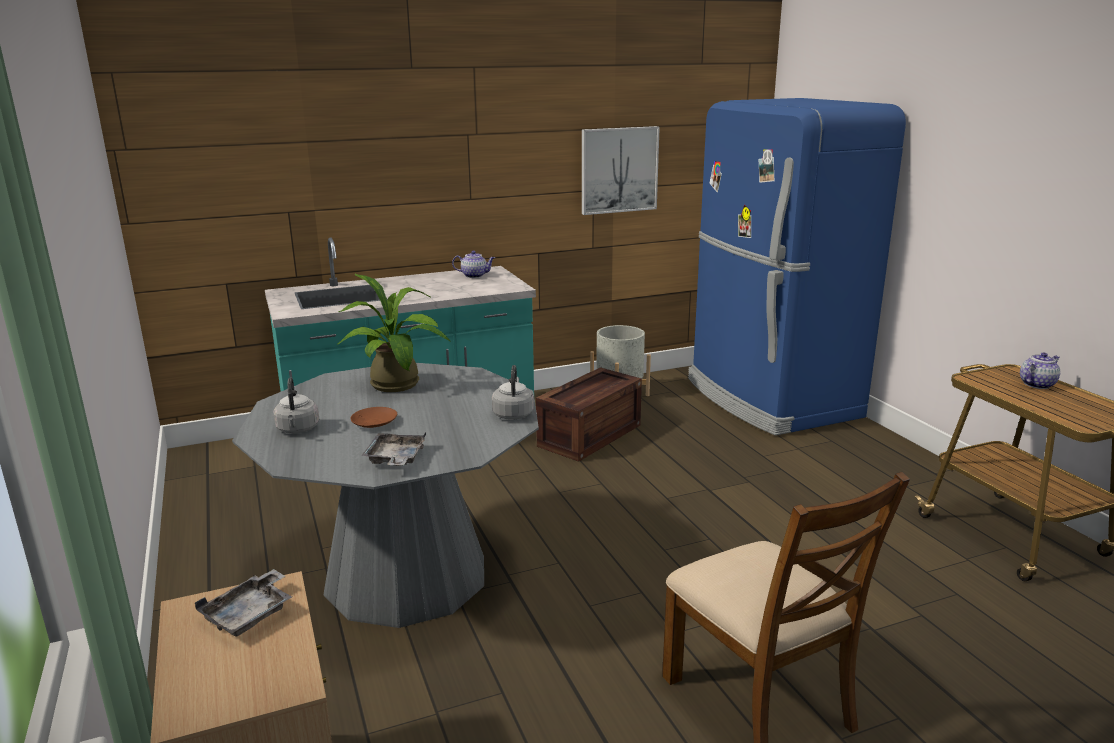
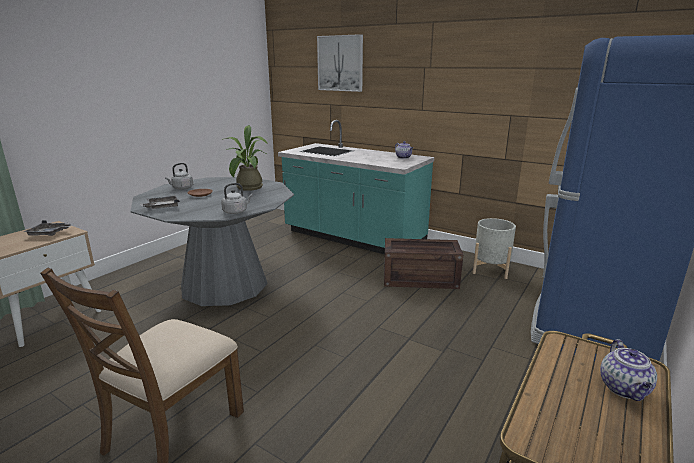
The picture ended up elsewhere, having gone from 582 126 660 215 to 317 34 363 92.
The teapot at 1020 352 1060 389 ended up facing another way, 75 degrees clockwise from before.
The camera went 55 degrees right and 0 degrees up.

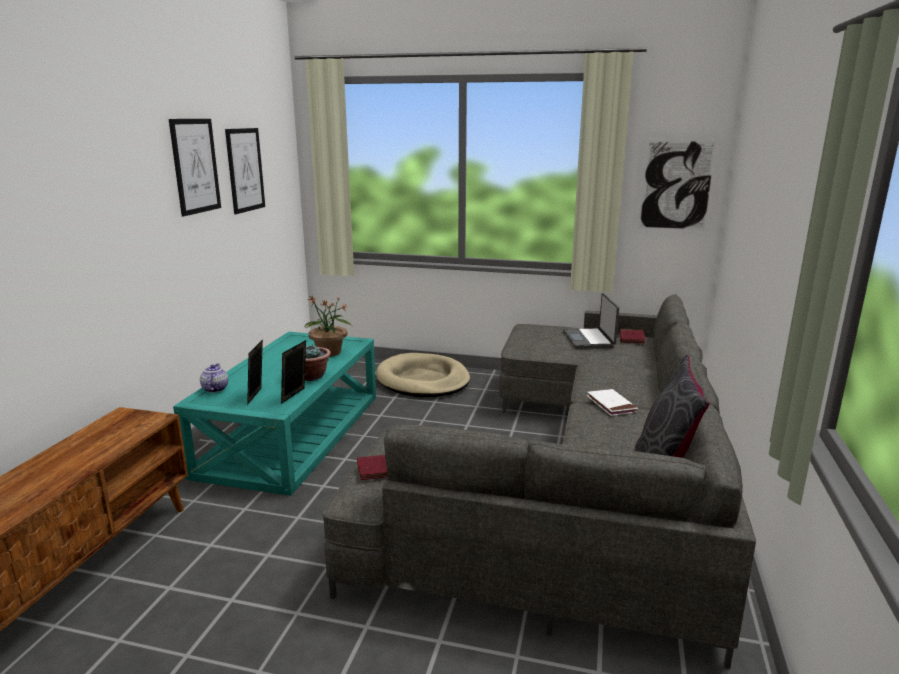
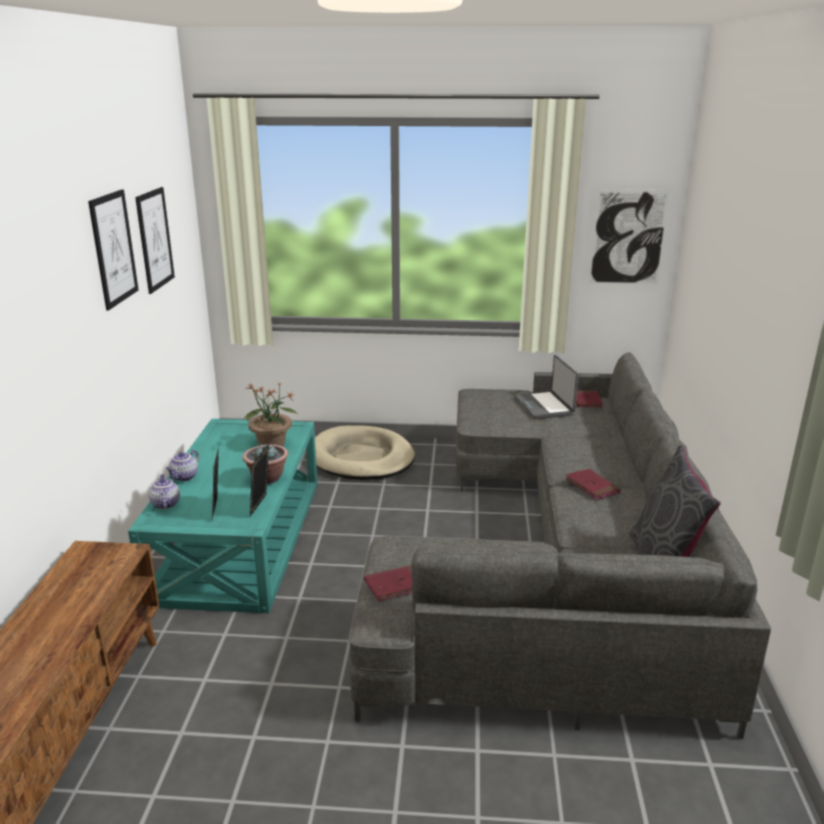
The second view gained the teapot at 166 450 199 481.
What was the book/white at 587 389 638 416 turned into the book/red at 566 469 621 500.
The camera went 10 degrees left and 5 degrees up.

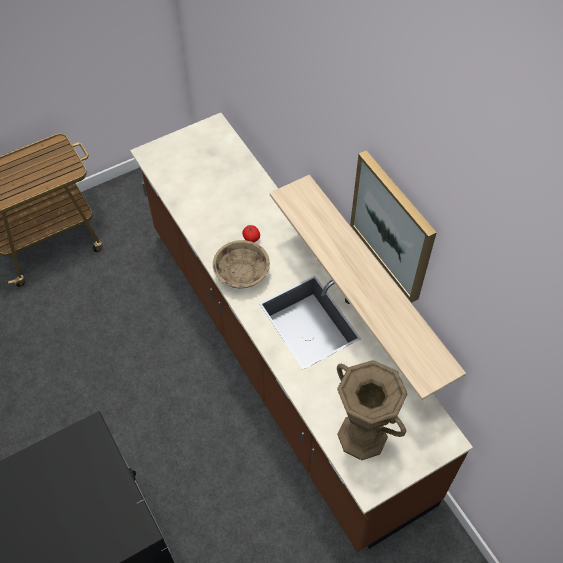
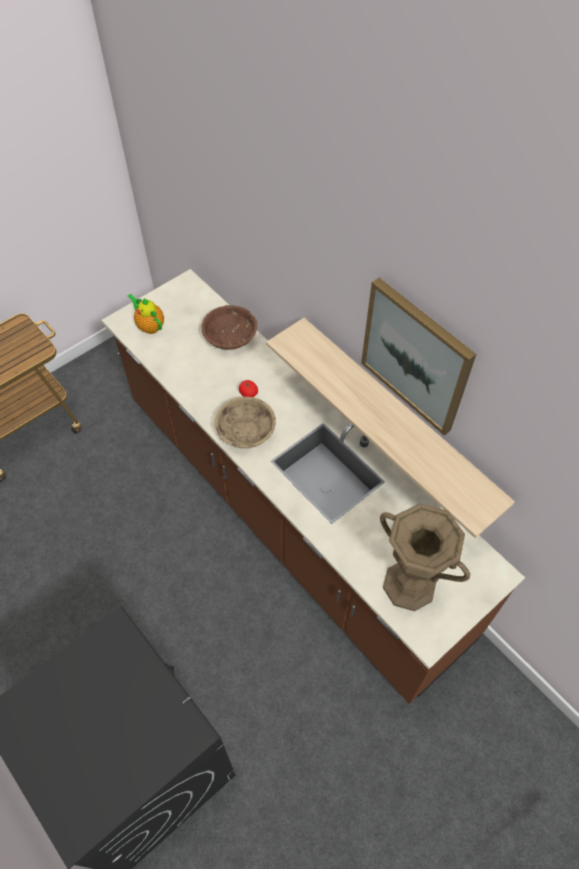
The second view gained the teapot at 128 294 164 334.
The second view gained the bowl/brown at 201 305 257 350.
The camera went 10 degrees left and 0 degrees up.

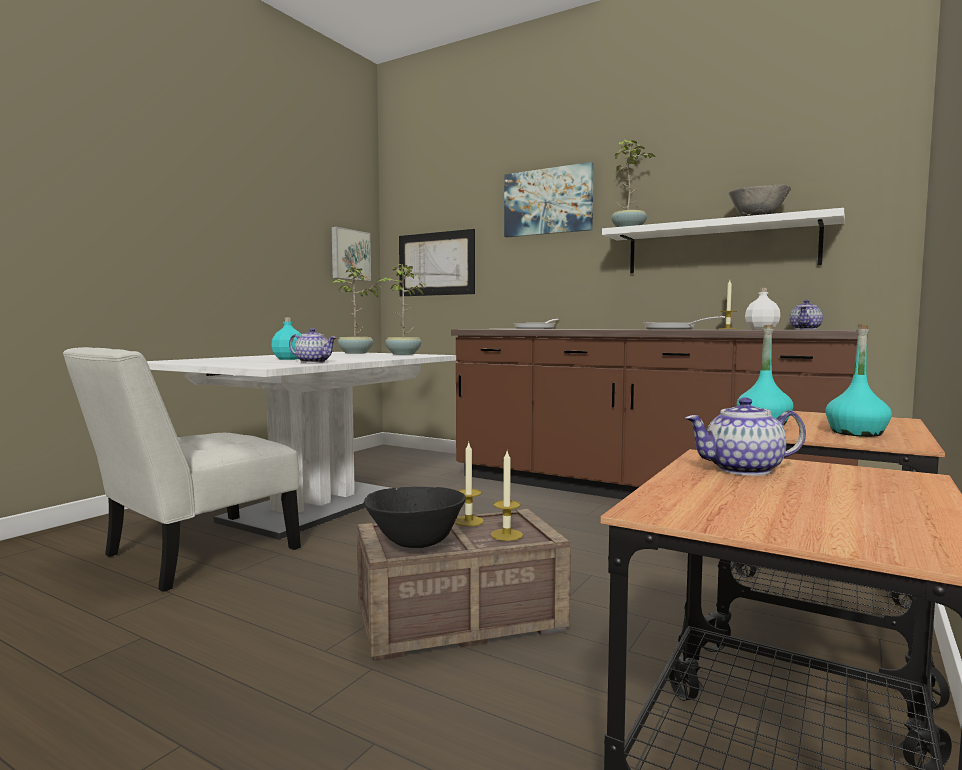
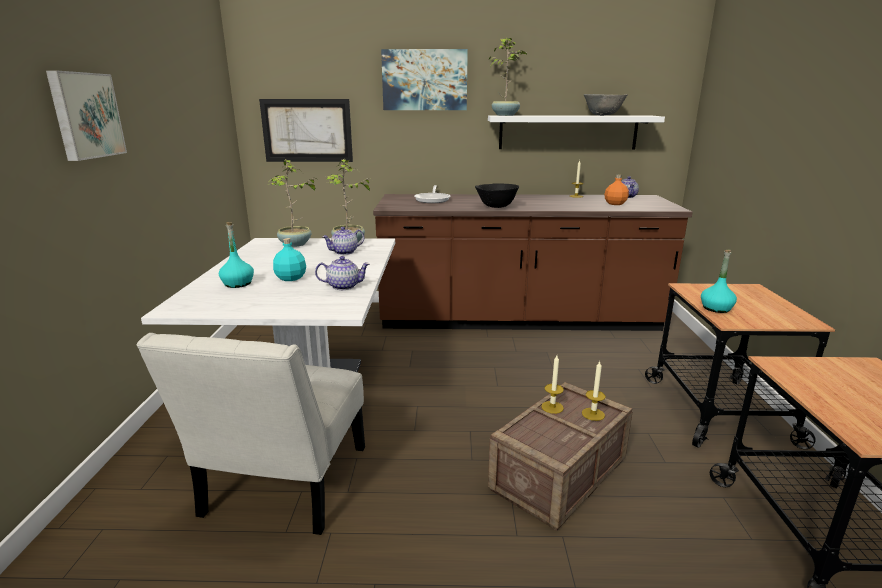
The picture ended up elsewhere, having gone from 332 227 371 281 to 46 70 127 161.
The bottle/turquoise ended up elsewhere, having gone from 825 324 892 437 to 219 222 254 288.
The teapot ended up elsewhere, having gone from 685 398 806 476 to 322 227 364 255.
The bowl/black ended up elsewhere, having gone from 364 487 466 548 to 475 184 520 208.
What was the bottle/white at 745 288 780 329 turned into the bottle/orange at 604 175 629 205.
The second view lost the frying pan at 643 316 725 329.
The camera went 30 degrees left and 15 degrees up.

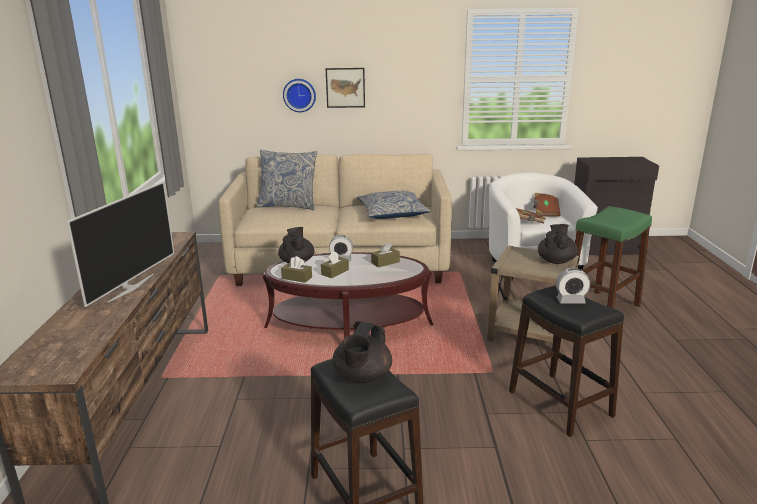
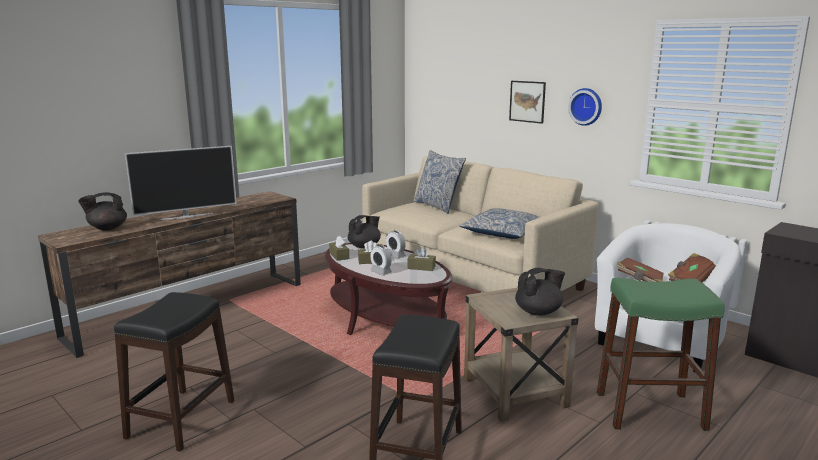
The teapot/black ended up elsewhere, having gone from 332 321 392 383 to 78 192 127 230.
The alarm clock ended up elsewhere, having gone from 556 268 590 304 to 370 245 392 275.
The wall clock ended up elsewhere, having gone from 283 79 316 112 to 568 88 602 126.
The camera went 45 degrees right and 5 degrees down.

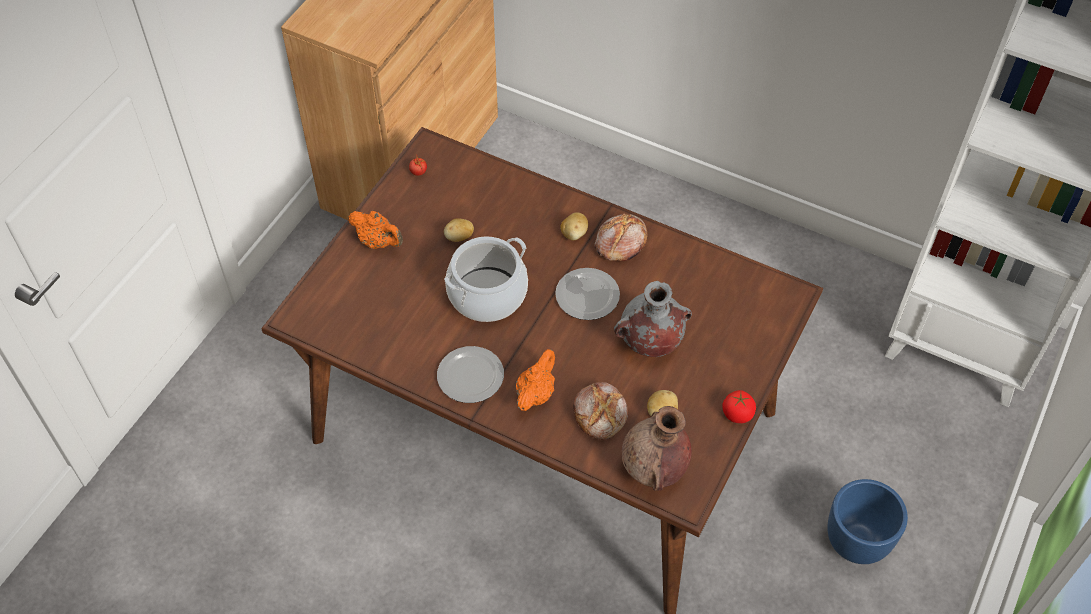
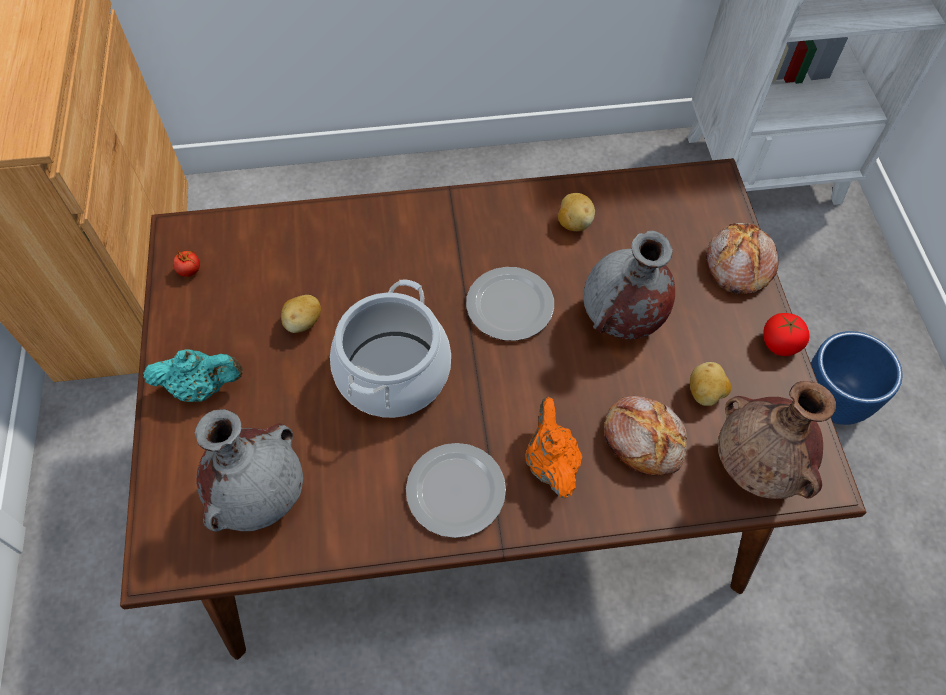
What was the teapot/orange at 348 211 403 249 turned into the teapot/turquoise at 143 349 243 402.
The second view gained the vase/grey at 195 409 303 531.
The potato ended up elsewhere, having gone from 560 212 588 240 to 558 193 595 231.
The bread ended up elsewhere, having gone from 594 214 648 261 to 706 223 779 294.
The camera went 35 degrees left and 5 degrees up.

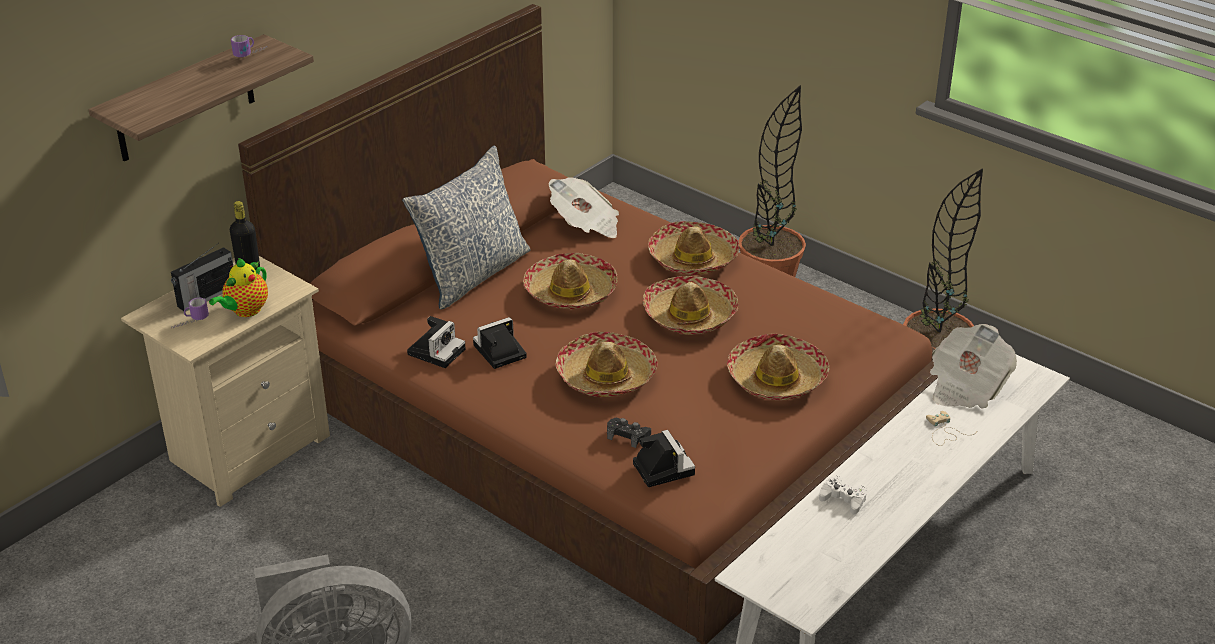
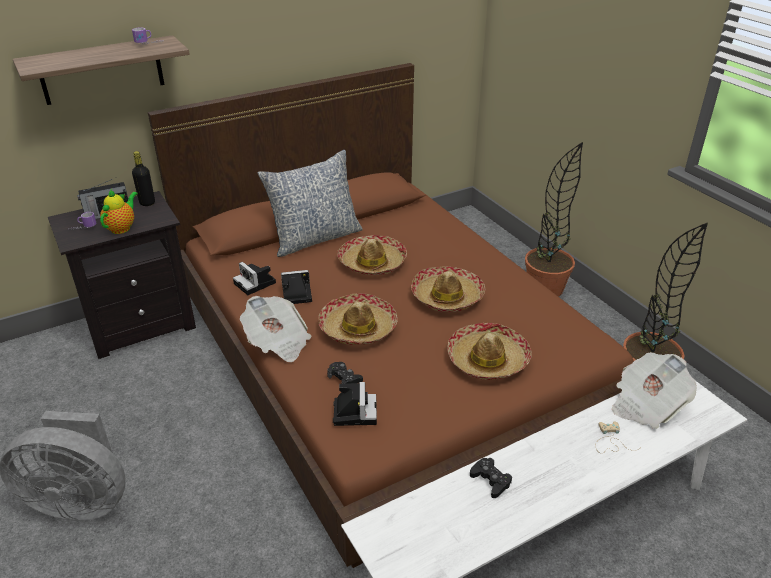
What was the nightstand/beige at 121 256 330 507 turned into the nightstand/black at 48 191 196 359.
The teapot at 209 258 268 317 ended up facing another way, 150 degrees clockwise from before.
The photo camera at 407 316 465 368 ended up facing another way, 90 degrees clockwise from before.
The newspaper ended up elsewhere, having gone from 549 177 619 238 to 240 296 311 362.
What was the game controller/white at 819 476 867 515 turned into the game controller/black at 470 458 512 498.
The second view lost the hat at 648 221 740 275.
The camera went 20 degrees right and 0 degrees up.

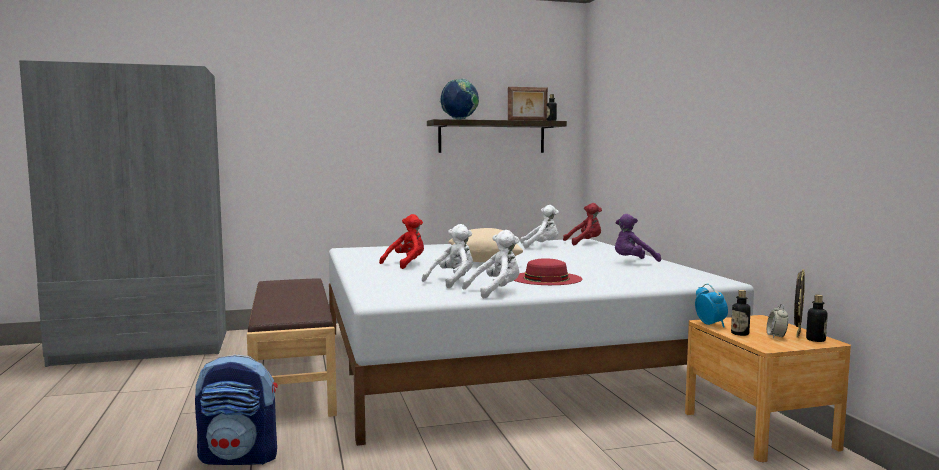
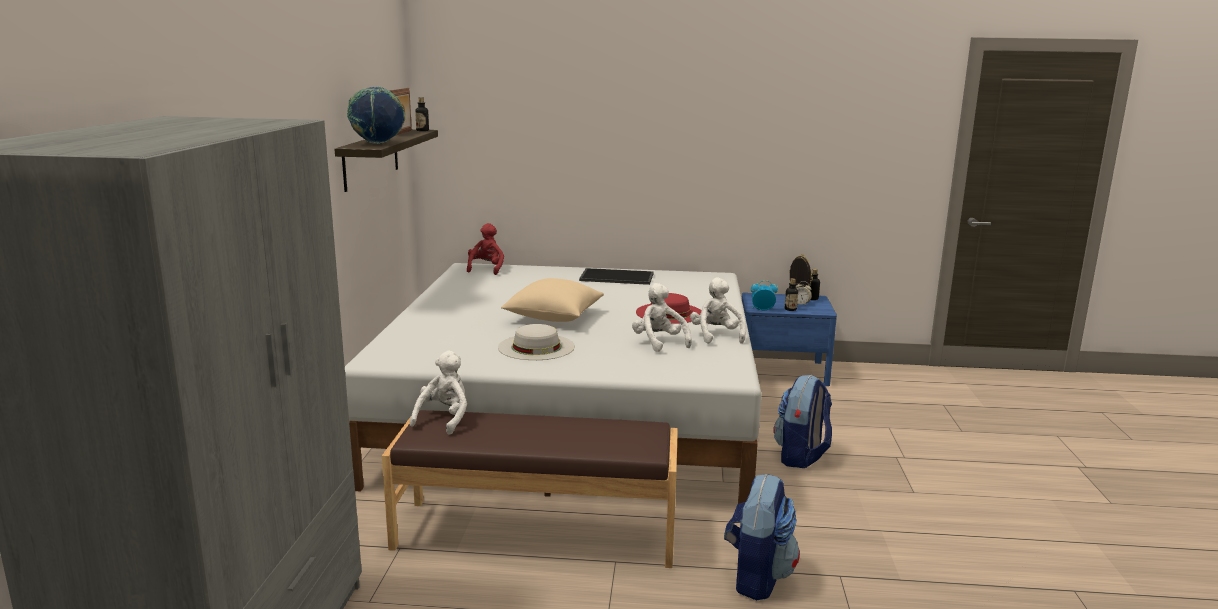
The plush toy/white ended up elsewhere, having gone from 520 205 559 248 to 410 351 467 435.
Where the plush toy/red stood at 379 214 424 269, the hat/white came to stand at 498 324 575 360.
Where the plush toy/purple stood at 615 214 661 262, the tray came to stand at 579 268 654 285.
What was the nightstand/brown at 685 315 851 462 turned into the nightstand/blue at 742 293 837 386.
The second view gained the backpack at 773 375 832 468.
The camera went 70 degrees left and 10 degrees up.

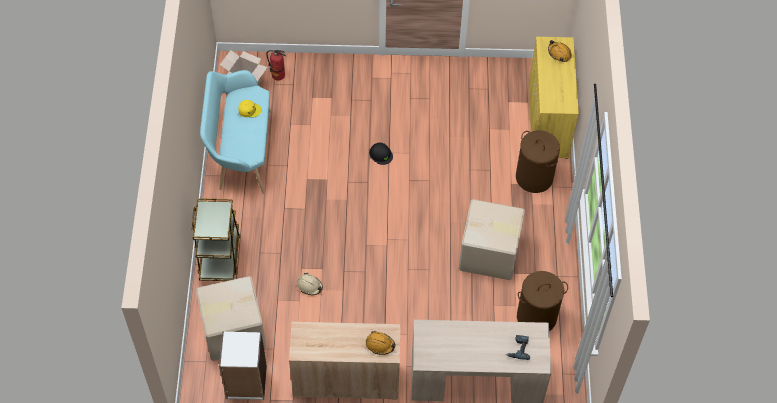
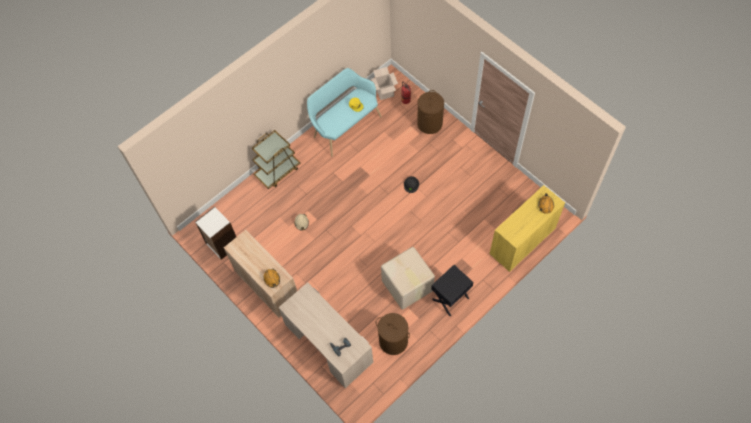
The laundry basket/brown ended up elsewhere, having gone from 516 130 560 193 to 417 90 444 134.
The second view gained the nightstand/black at 431 265 474 316.
The second view lost the cardboard box at 196 276 266 361.
The camera went 50 degrees right and 5 degrees up.

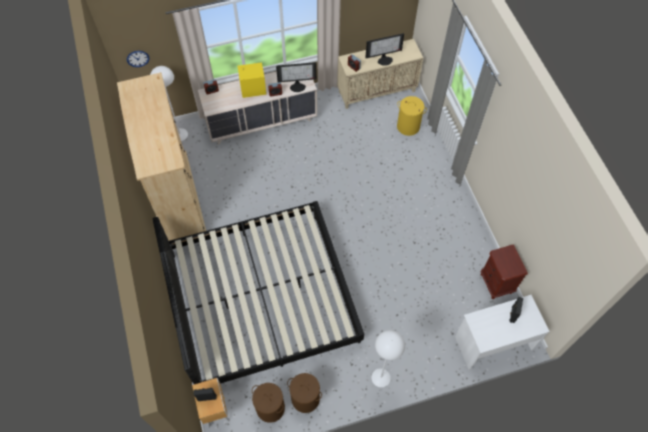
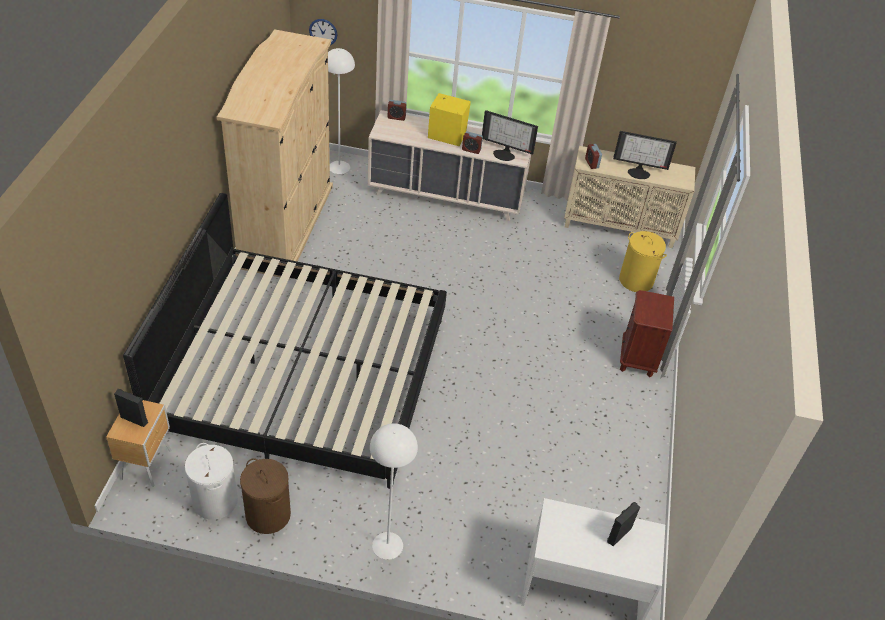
What was the laundry basket/brown at 252 383 285 423 turned into the laundry basket/white at 185 443 238 520.
The nightstand/brown ended up elsewhere, having gone from 481 245 528 299 to 620 290 674 377.
The camera went 25 degrees right and 15 degrees down.

